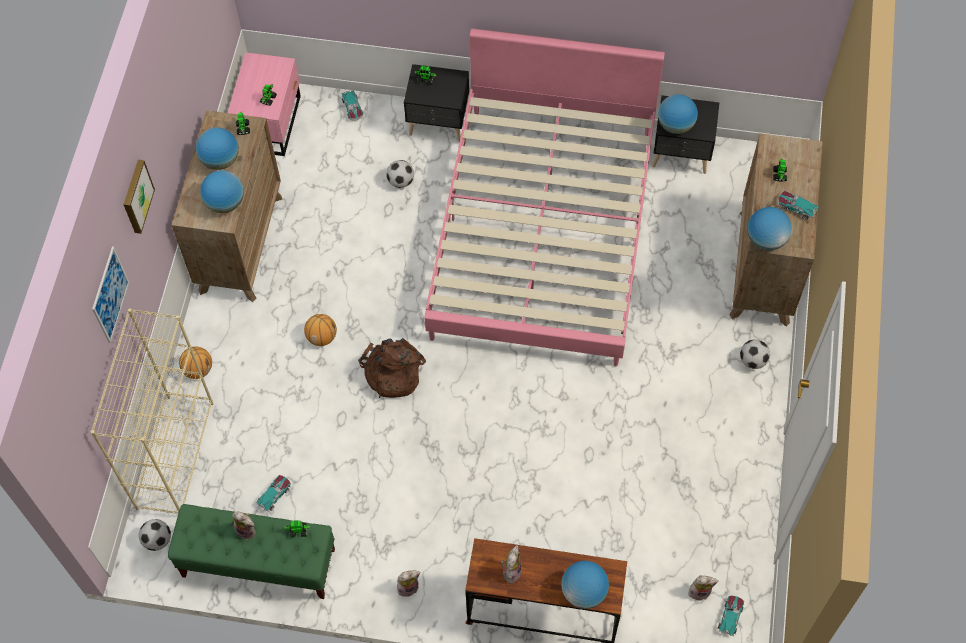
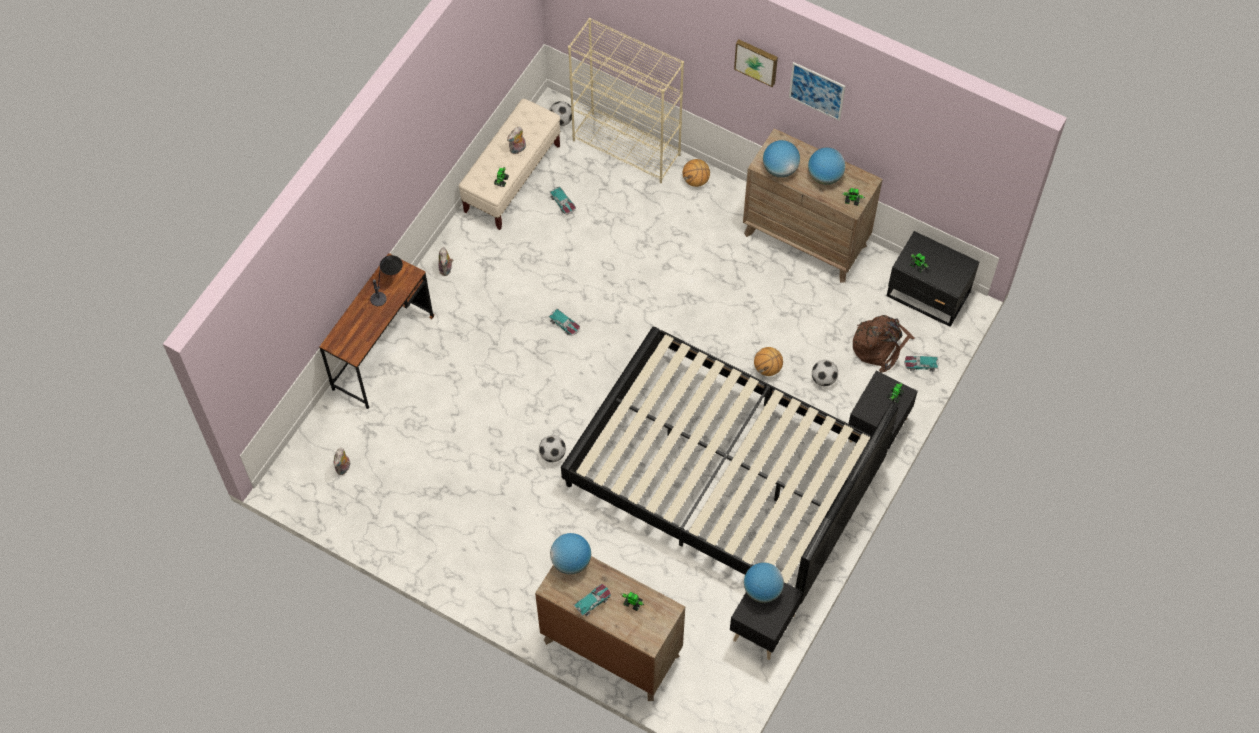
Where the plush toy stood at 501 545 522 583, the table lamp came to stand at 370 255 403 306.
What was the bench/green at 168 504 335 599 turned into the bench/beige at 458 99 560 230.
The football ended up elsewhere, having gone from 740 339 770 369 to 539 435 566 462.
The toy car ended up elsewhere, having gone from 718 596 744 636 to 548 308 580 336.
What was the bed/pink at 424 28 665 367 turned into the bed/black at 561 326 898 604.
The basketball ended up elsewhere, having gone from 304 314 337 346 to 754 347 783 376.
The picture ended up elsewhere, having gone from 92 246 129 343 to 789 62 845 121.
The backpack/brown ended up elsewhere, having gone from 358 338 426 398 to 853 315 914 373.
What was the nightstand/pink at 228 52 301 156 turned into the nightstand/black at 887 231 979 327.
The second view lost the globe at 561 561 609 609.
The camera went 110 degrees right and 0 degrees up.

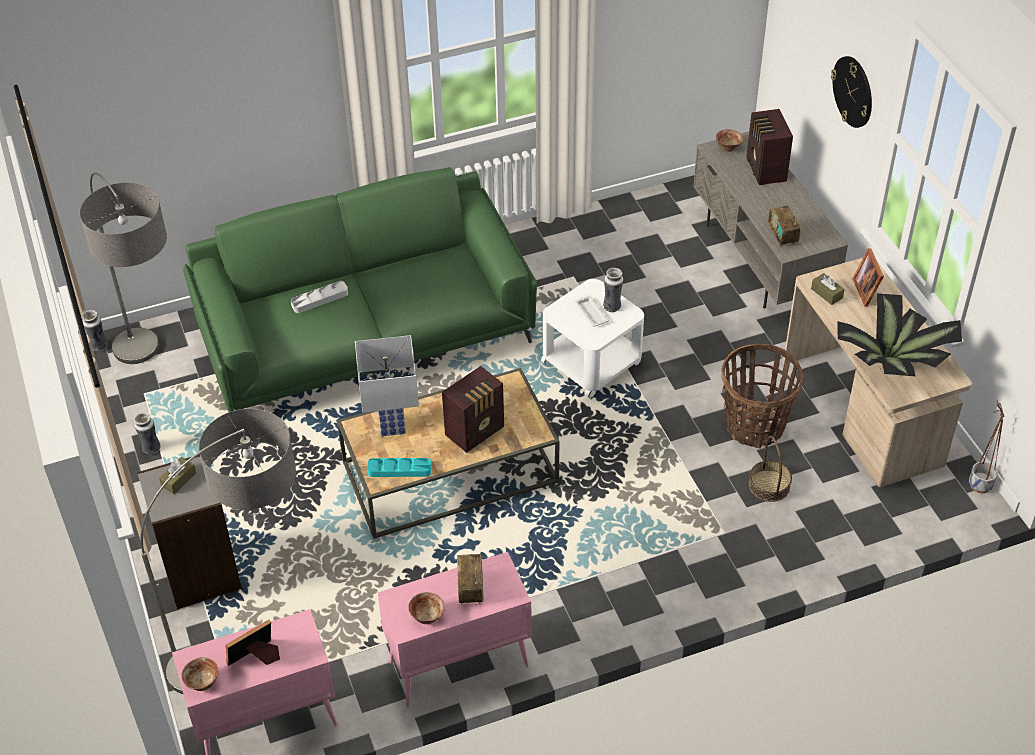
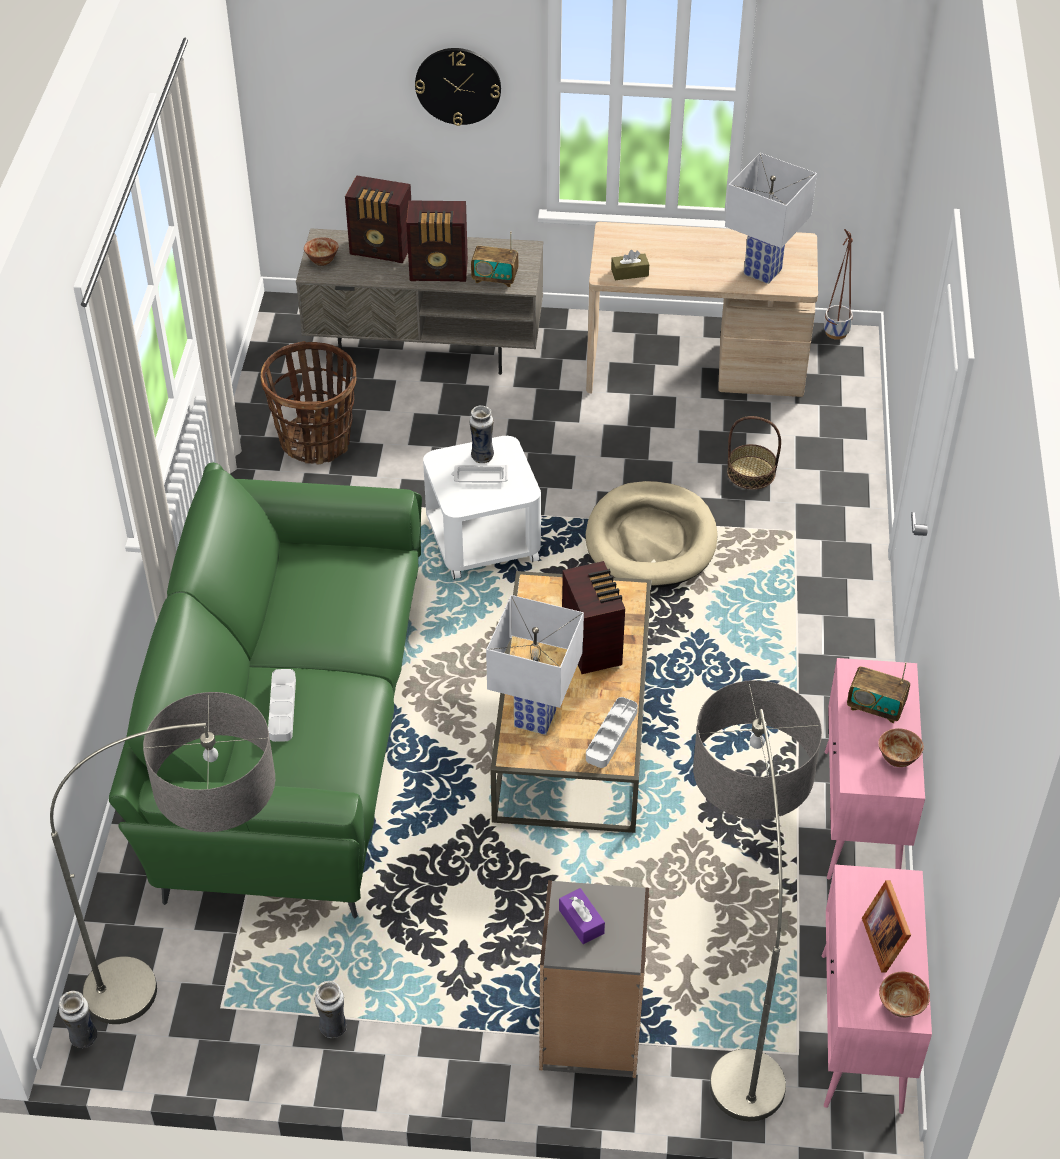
The basket ended up elsewhere, having gone from 721 344 803 448 to 261 341 357 464.
The second view gained the radio at 406 200 468 282.
What was the tissue box/brown at 159 457 196 494 turned into the tissue box/purple at 559 888 605 944.
The second view gained the dog bed/beige at 585 481 718 588.
What was the tray/turquoise at 367 458 431 477 turned into the tray/grey at 586 697 638 768.
Where the potted plant stood at 837 293 962 376, the table lamp/white came to stand at 725 153 817 284.
The second view lost the picture frame at 852 248 884 307.
The camera went 65 degrees left and 0 degrees up.

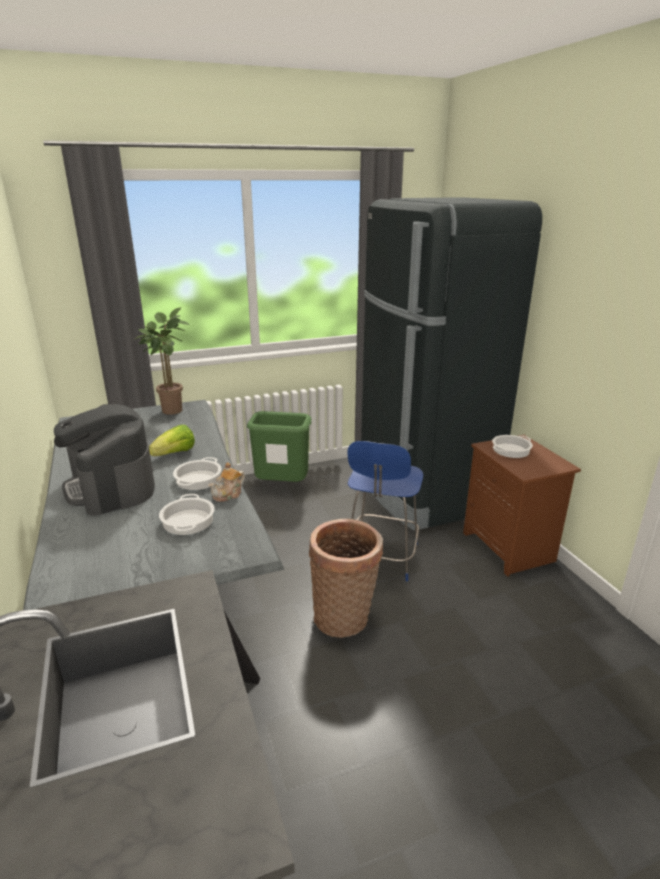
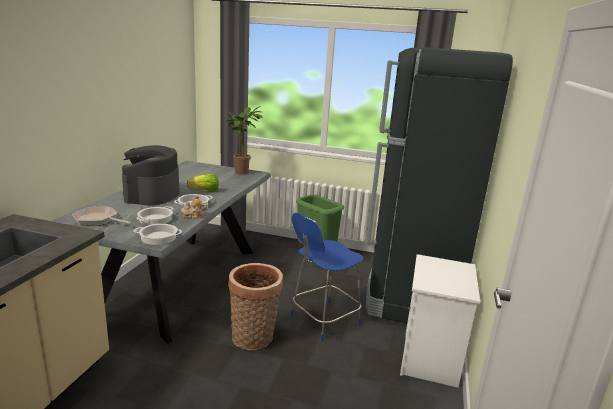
The second view gained the frying pan at 72 207 132 226.
The cooking pot ended up elsewhere, having gone from 492 435 533 458 to 134 224 182 245.
What was the nightstand/brown at 463 435 581 577 turned into the nightstand/white at 400 254 480 388.
The camera went 35 degrees right and 5 degrees down.

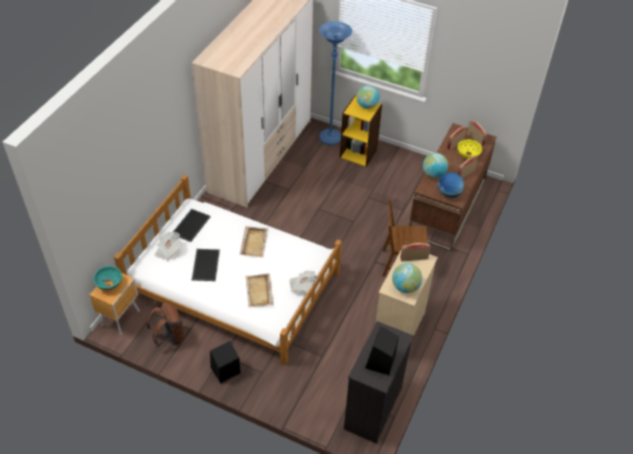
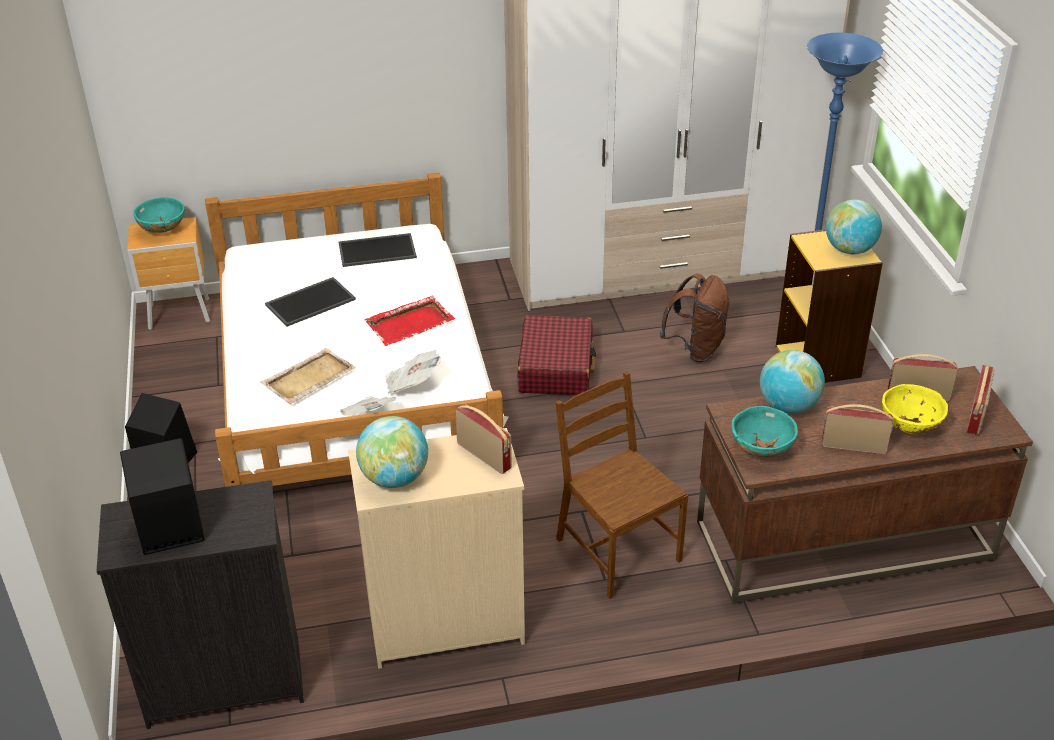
What was the tray/beige at 240 226 268 258 turned into the tray/red at 364 296 455 346.
The newspaper ended up elsewhere, having gone from 155 232 182 260 to 385 350 441 394.
The second view gained the suitcase/red at 518 315 596 395.
The backpack/brown ended up elsewhere, having gone from 147 303 184 348 to 660 273 730 363.
Where the globe stood at 438 172 464 198, the bowl/turquoise came to stand at 732 406 798 457.
The camera went 55 degrees right and 10 degrees down.

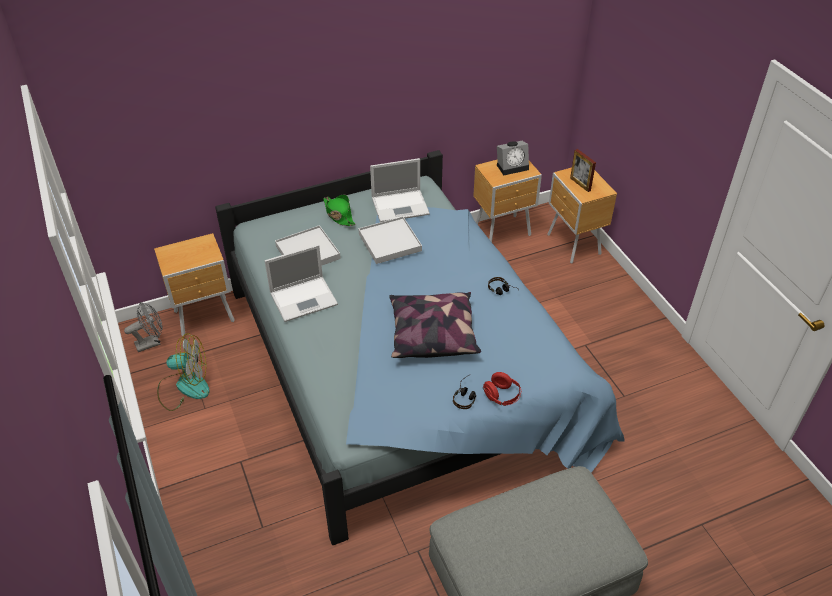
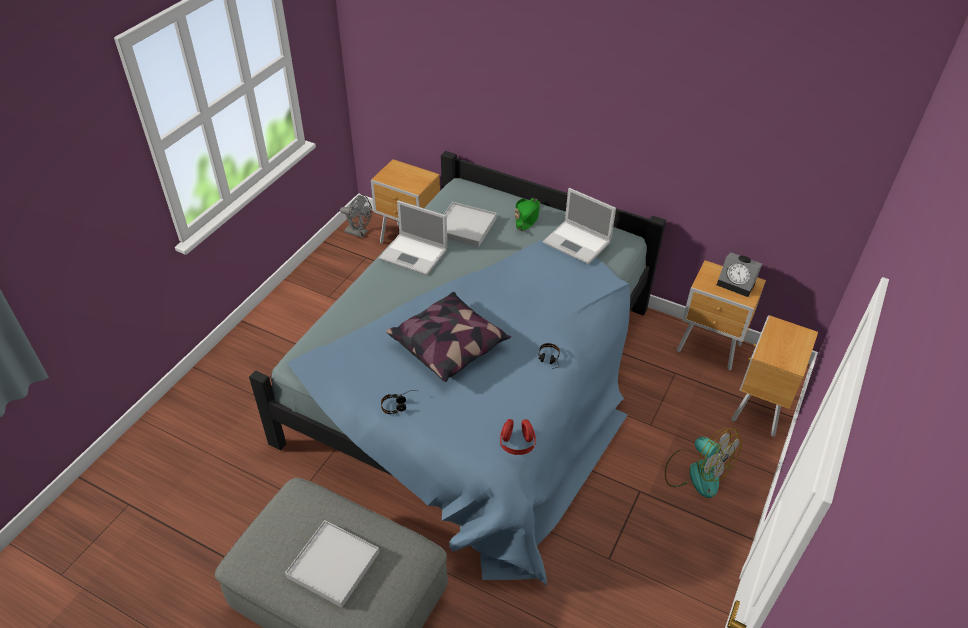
The tray/white ended up elsewhere, having gone from 358 216 422 264 to 285 520 379 608.
The headphones/red ended up elsewhere, having gone from 482 372 521 406 to 500 419 536 455.
The fan ended up elsewhere, having gone from 157 333 210 411 to 665 428 742 498.
The second view lost the picture frame at 570 149 596 192.
The camera went 50 degrees right and 0 degrees up.

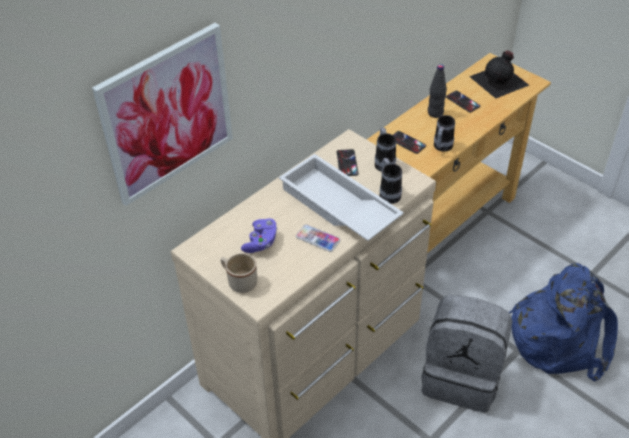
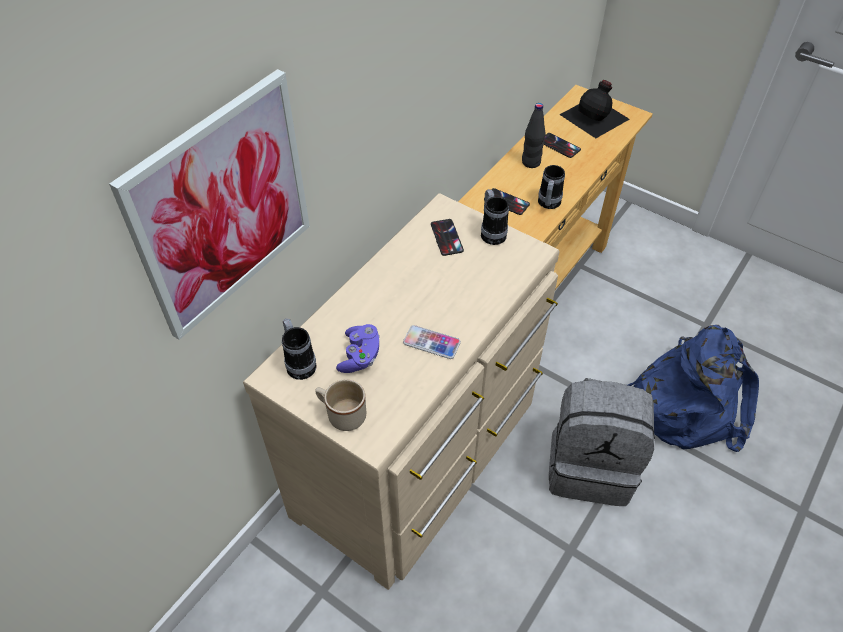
The mug ended up elsewhere, having gone from 380 158 402 204 to 282 319 317 380.
The second view lost the tray/white at 279 154 404 241.
The camera went 10 degrees left and 5 degrees up.

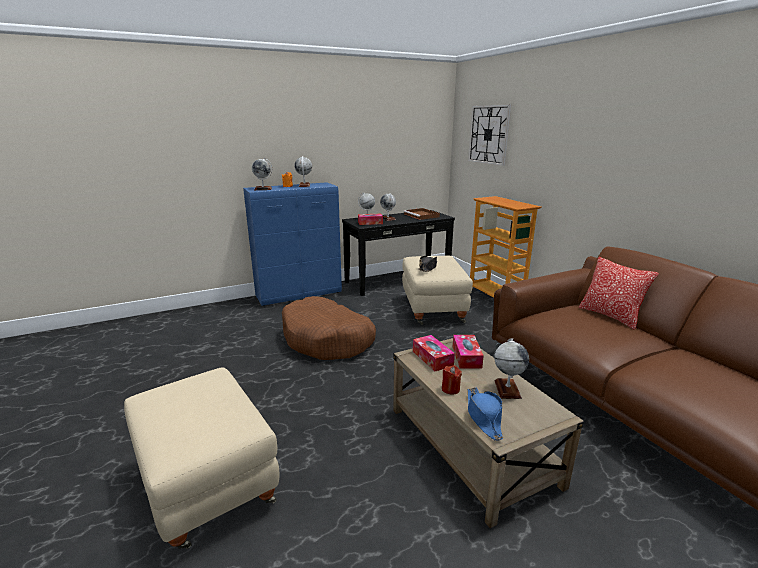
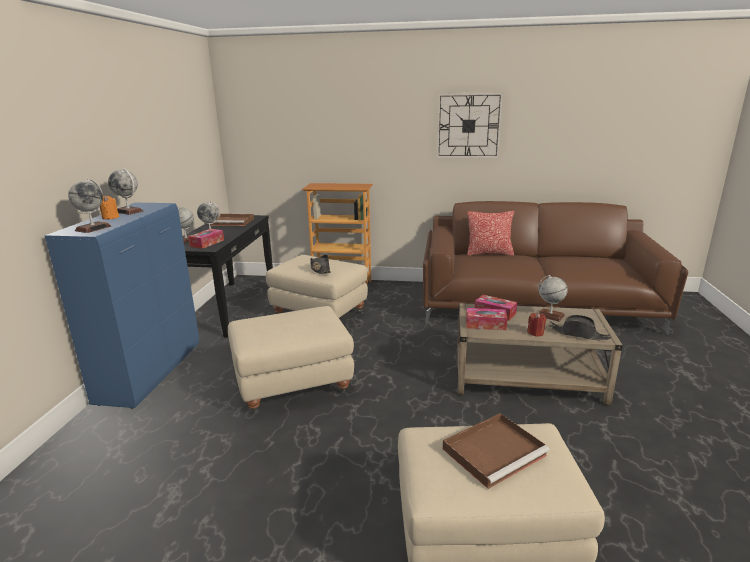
Where the dog bed/brown stood at 282 296 376 360, the ottoman/beige came to stand at 228 306 354 412.
The wall clock ended up elsewhere, having gone from 468 104 511 166 to 436 92 503 159.
The second view gained the tray/brown at 443 413 549 489.
What was the hat/blue at 468 387 503 441 turned into the hat/black at 549 315 611 340.
The camera went 55 degrees left and 0 degrees up.

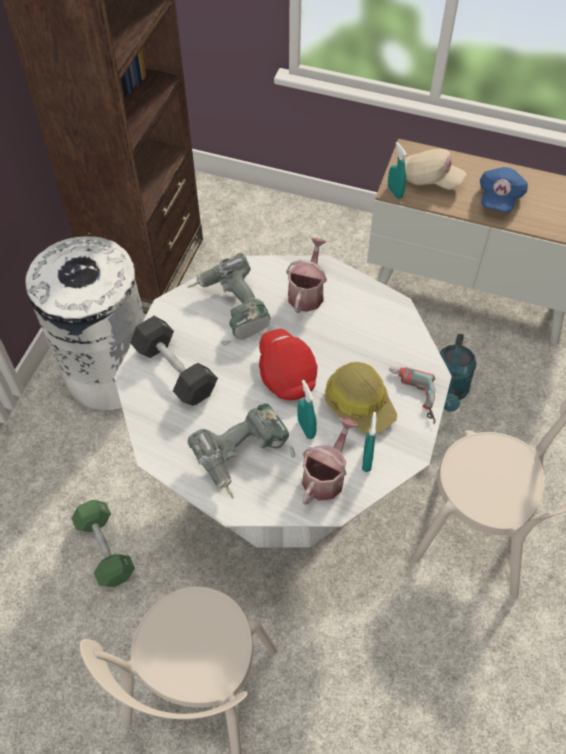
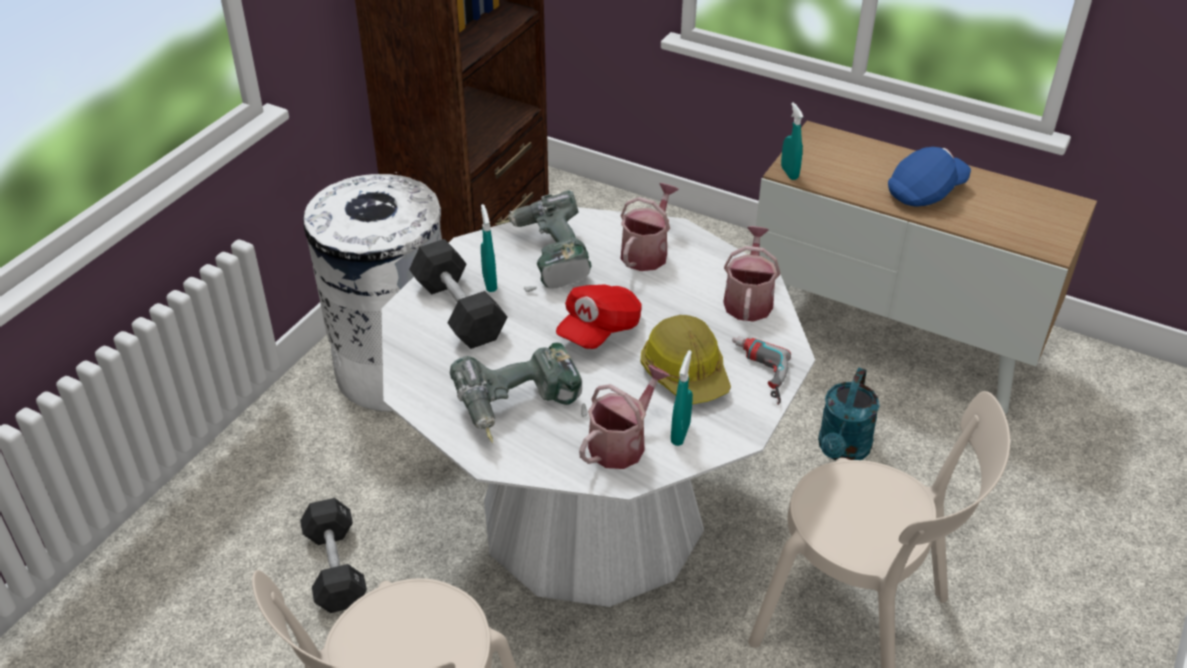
What was the dumbbell/green at 71 500 135 587 turned into the dumbbell/black at 300 498 367 613.
The spray bottle/turquoise ended up elsewhere, having gone from 297 380 317 439 to 481 204 497 292.
The cap/red at 259 329 317 400 ended up facing another way, 135 degrees counterclockwise from before.
The second view gained the watering can at 723 226 780 322.
The cap/blue at 480 167 528 213 ended up facing another way, 150 degrees counterclockwise from before.
The second view lost the cap/beige at 404 149 467 190.
The camera went 10 degrees right and 15 degrees down.

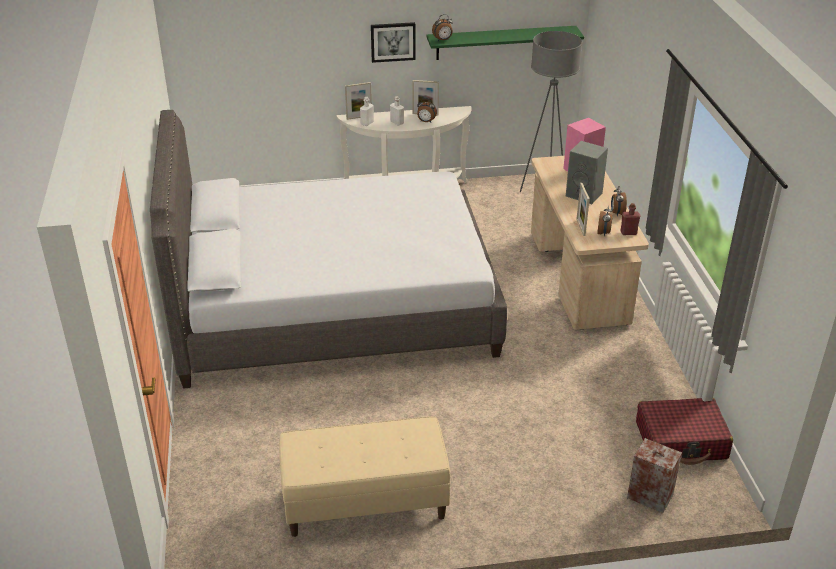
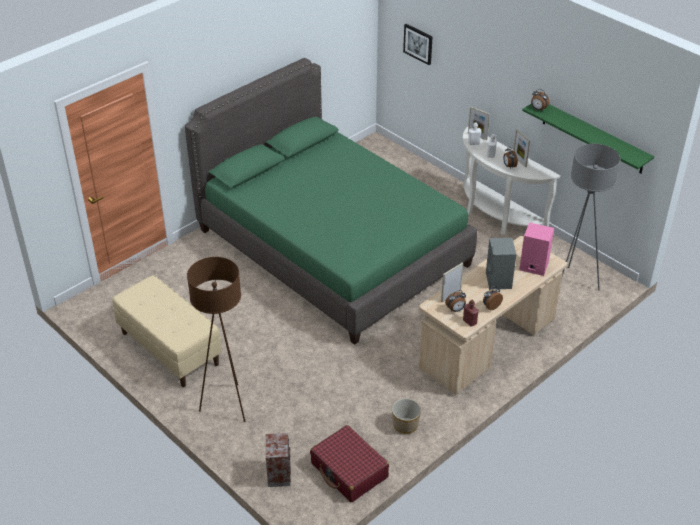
What was the bed/grey at 150 110 507 389 turned into the bed/green at 185 58 477 345.
The second view gained the floor lamp/brown at 187 257 246 422.
The second view gained the planter at 392 398 421 434.
The picture ended up elsewhere, having gone from 371 22 416 63 to 403 24 433 65.
The camera went 55 degrees right and 5 degrees up.

